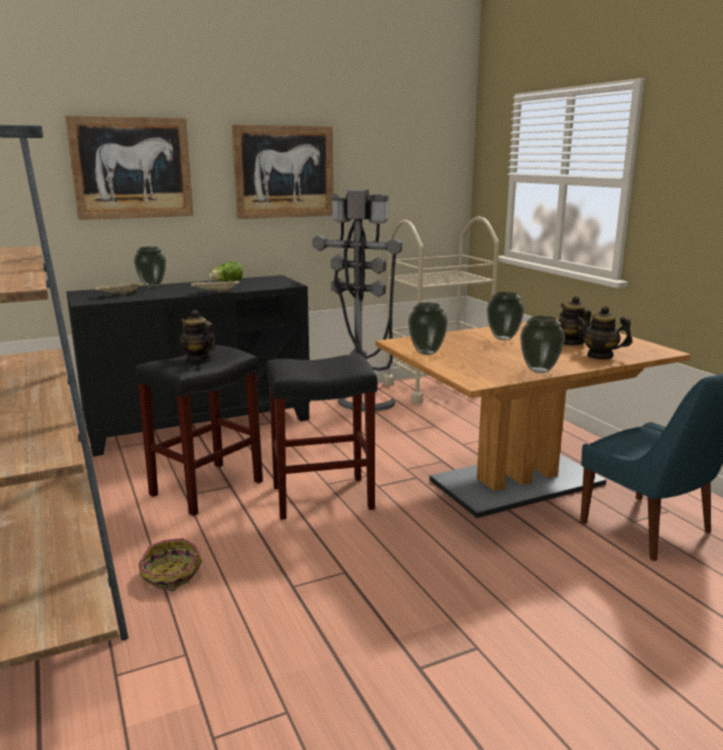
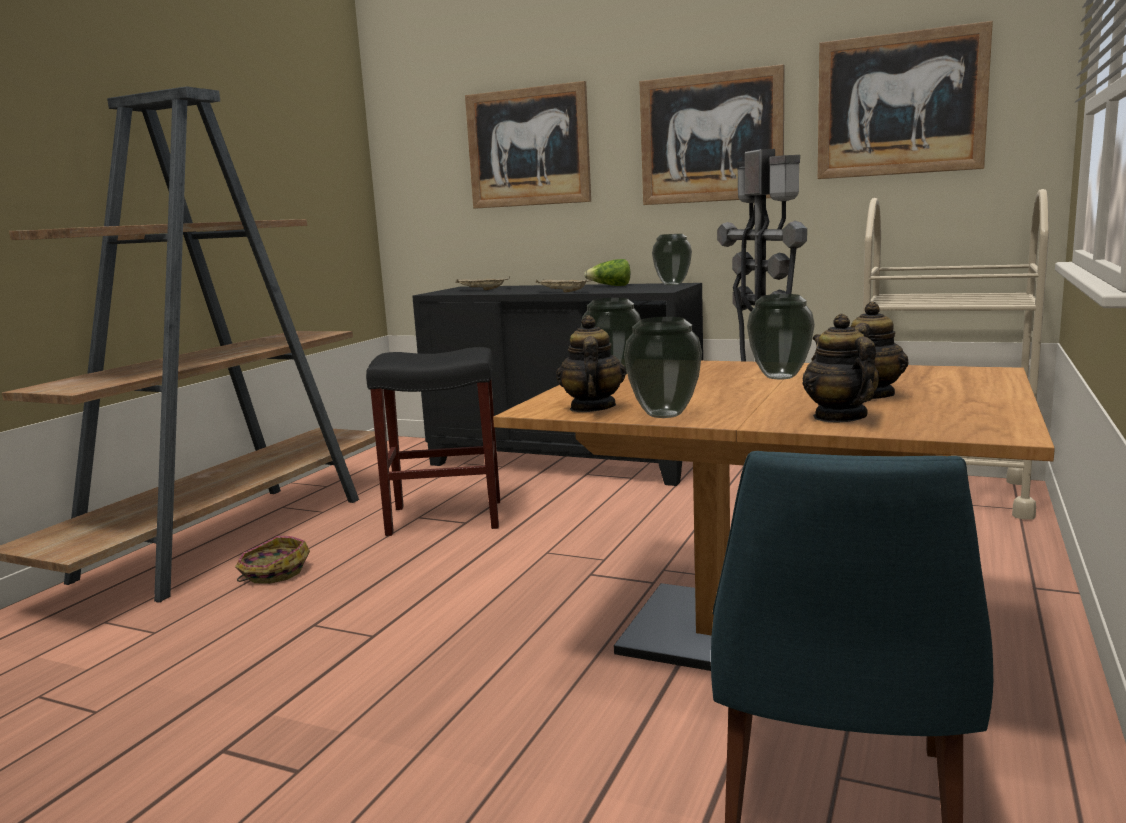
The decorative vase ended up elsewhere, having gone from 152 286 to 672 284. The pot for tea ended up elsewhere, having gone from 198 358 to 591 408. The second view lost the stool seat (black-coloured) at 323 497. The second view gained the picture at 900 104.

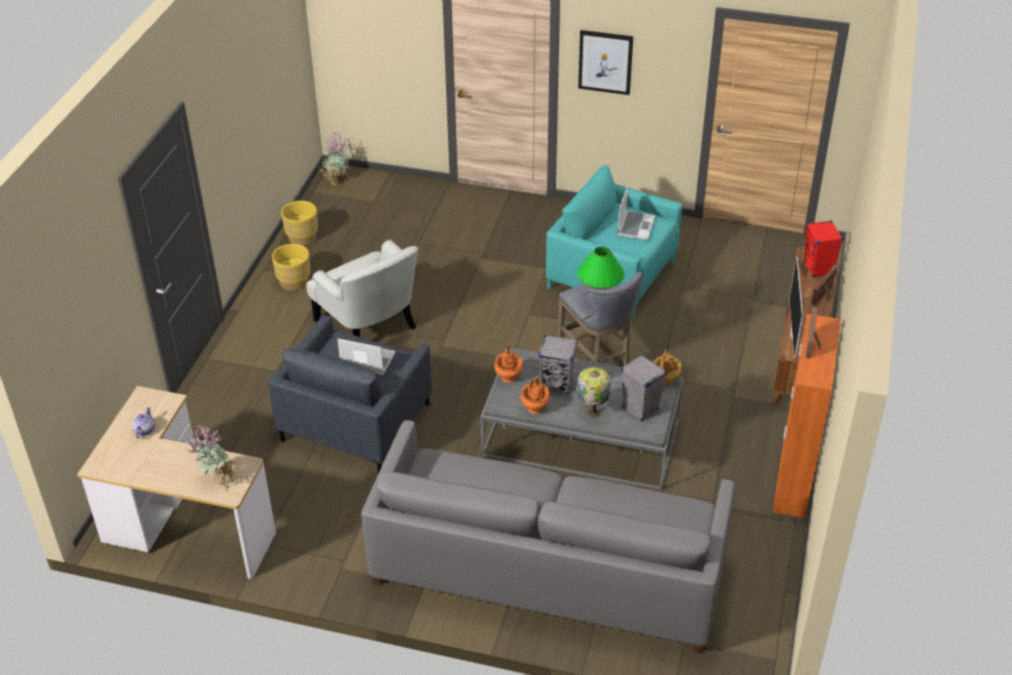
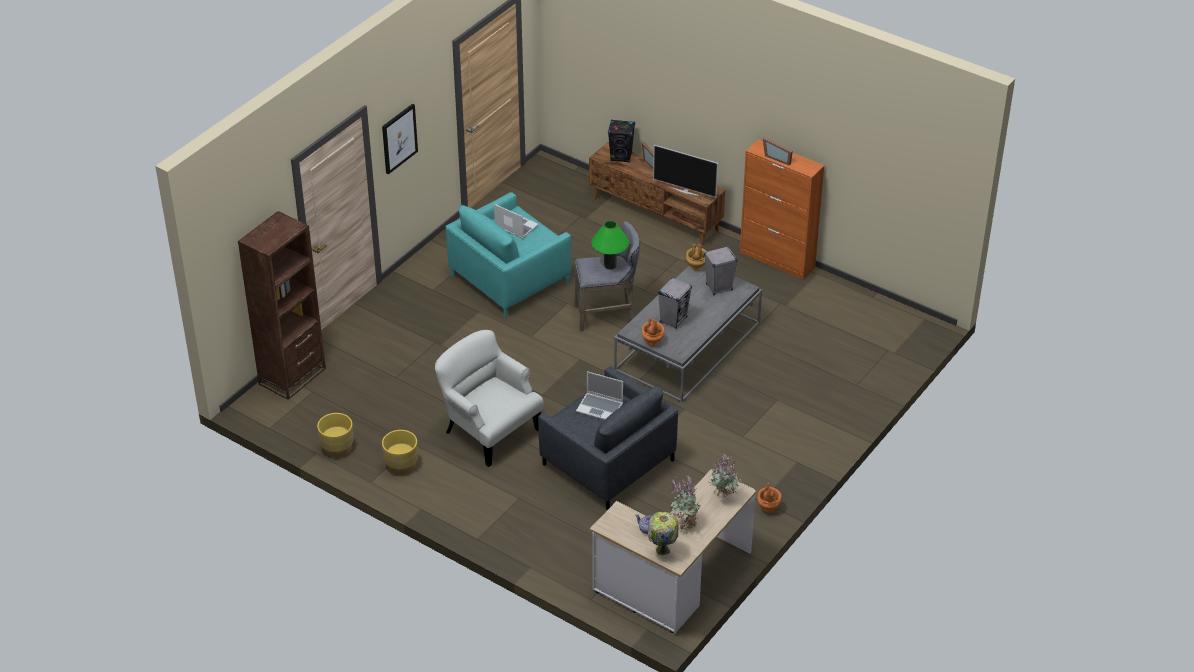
The plant in a pot ended up elsewhere, having gone from 336 181 to 684 523. What was the audio speaker (reddish) at 818 269 turned into the audio speaker (black-coloured) at 621 157. The lounge chair (white) at 369 324 ended up facing another way, 120 degrees counterclockwise from before. The laptop at 367 361 ended up facing another way, 105 degrees counterclockwise from before. The tabletop lamp ended up elsewhere, having gone from 593 412 to 662 551. The decorative vase (orange-coloured) ended up elsewhere, having gone from 535 408 to 768 508. The second view lost the couch (gray) at 547 569. The second view gained the bookcase (brownish) at 292 376.

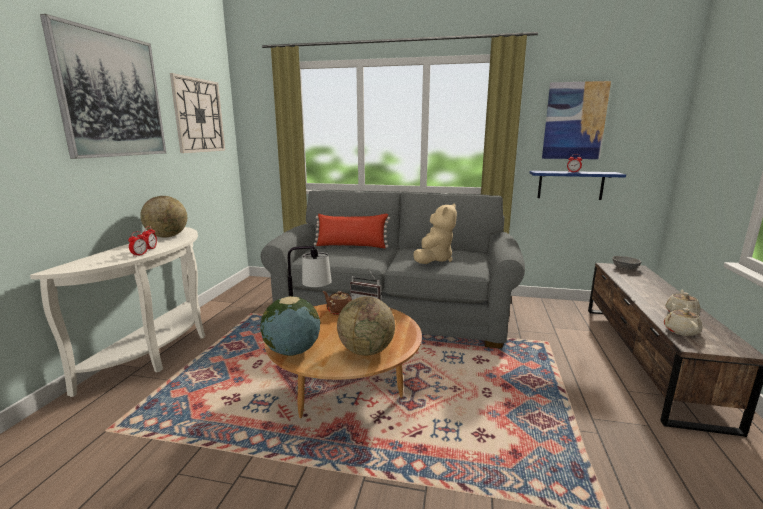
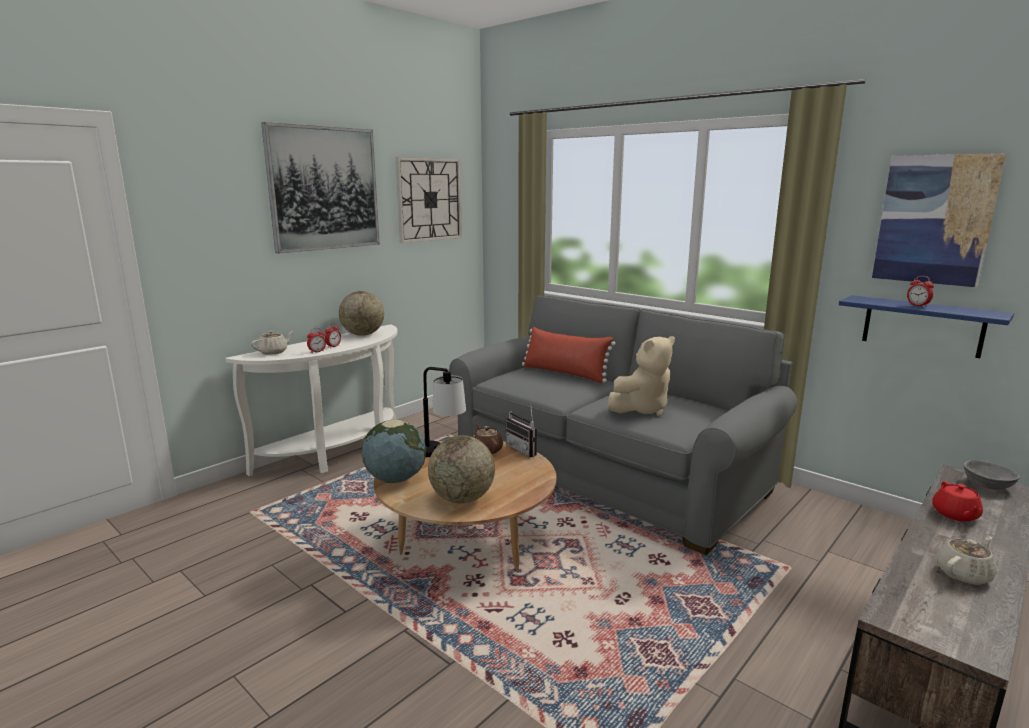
The pot for tea (beige) ended up elsewhere, having gone from 680 330 to 274 352. The second view gained the pot for tea (reddish) at 955 515.

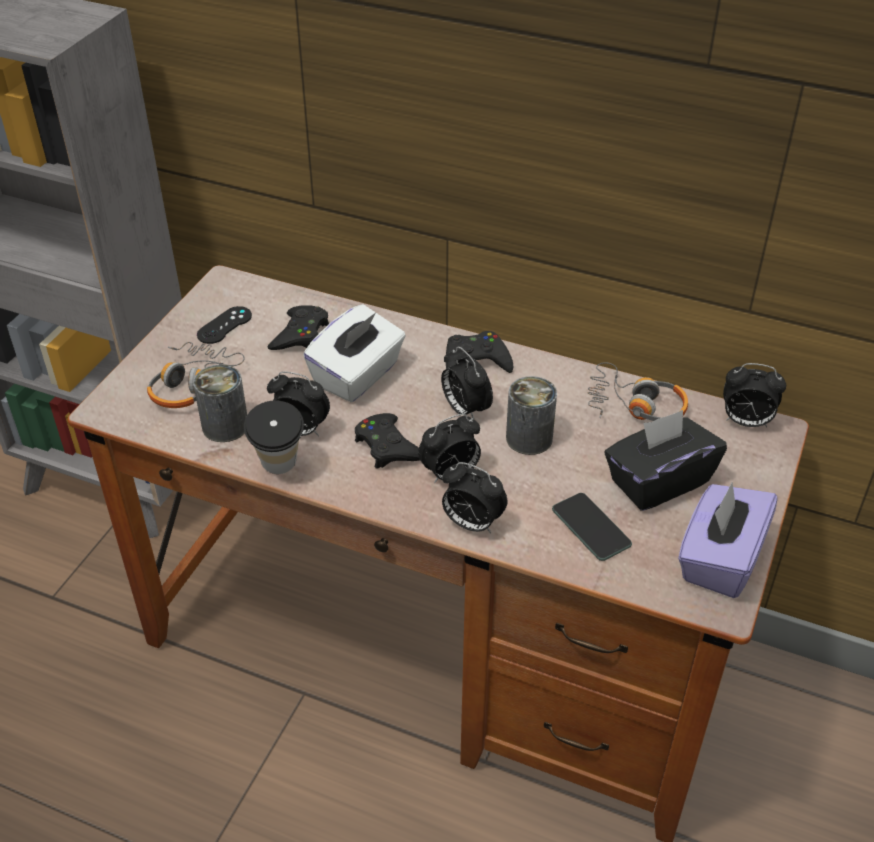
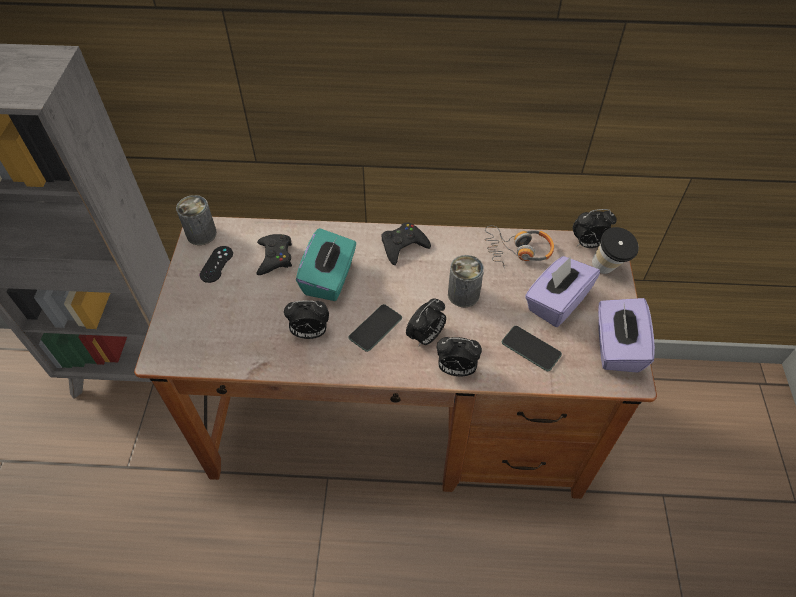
What was the tissue box (white) at 357 376 turned into the tissue box (blue-green) at 329 279. The second view lost the pair of headphones at 191 383. The second view lost the table clock at 464 409. The can ended up elsewhere, having gone from 225 426 to 201 234. The small cup ended up elsewhere, having gone from 280 471 to 607 271. What was the tissue box (black-coloured) at 658 481 turned into the tissue box (purplish) at 556 302. Where the gamepad (black-coloured) stood at 388 447, the telephone came to stand at 375 328.

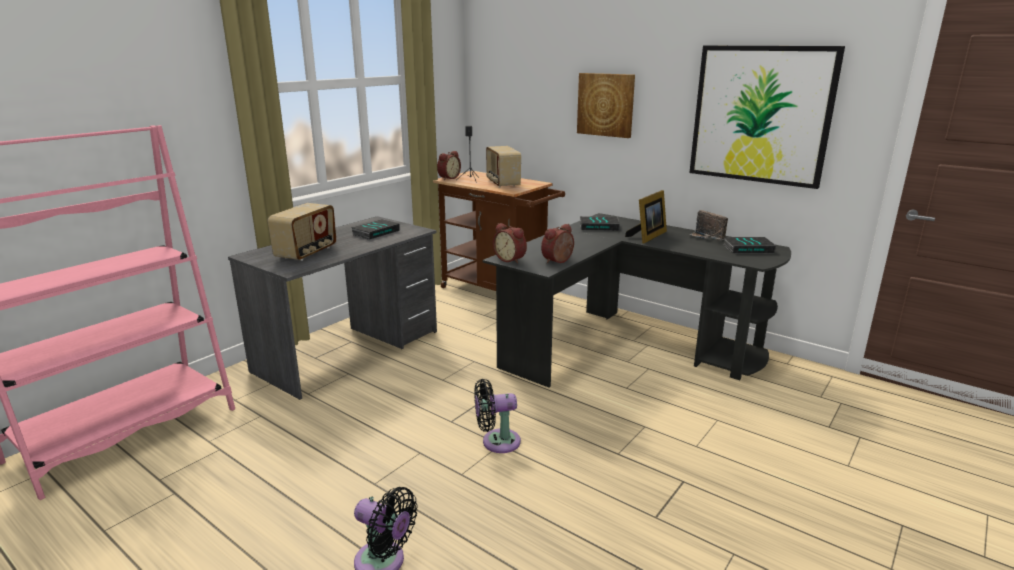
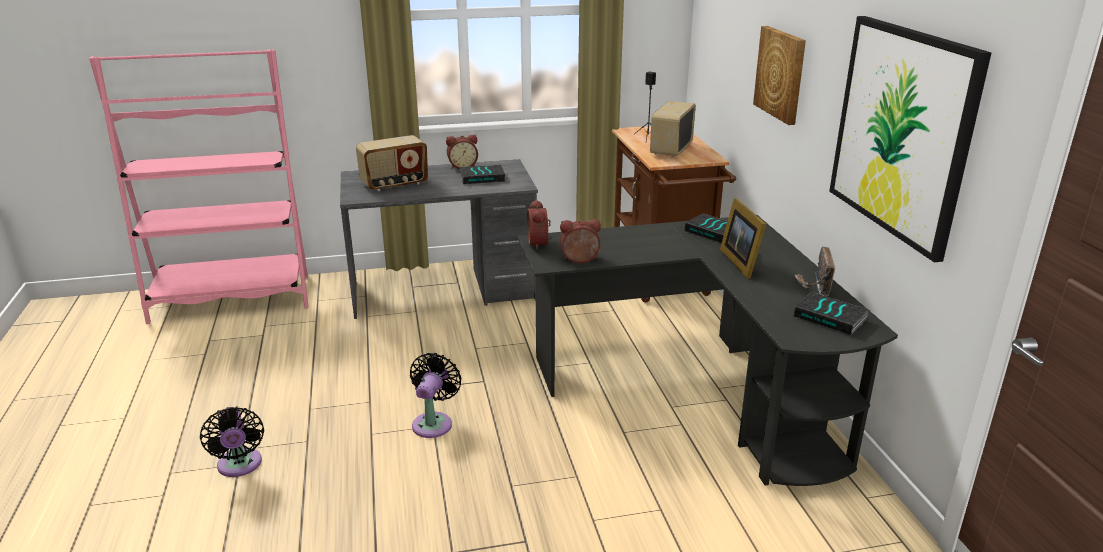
The table clock ended up elsewhere, having gone from 448 178 to 462 166. The standing frame at 647 236 ended up facing another way, 90 degrees clockwise from before. The fan (black-coloured) at 497 442 ended up facing another way, 75 degrees clockwise from before.

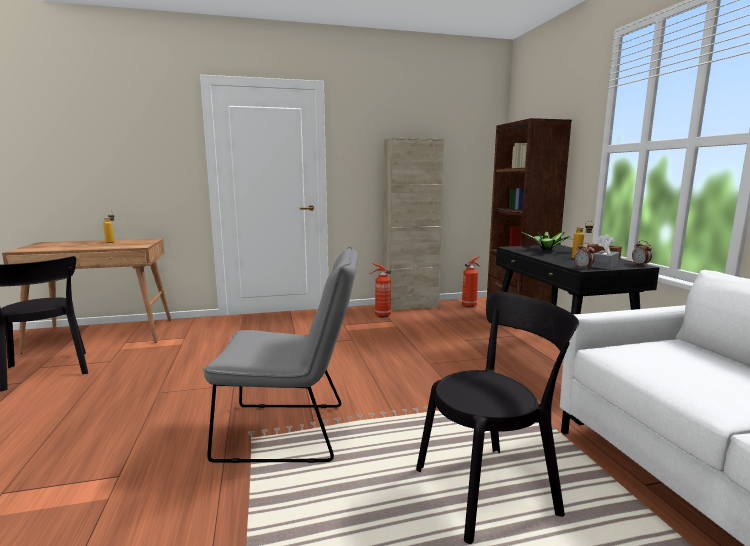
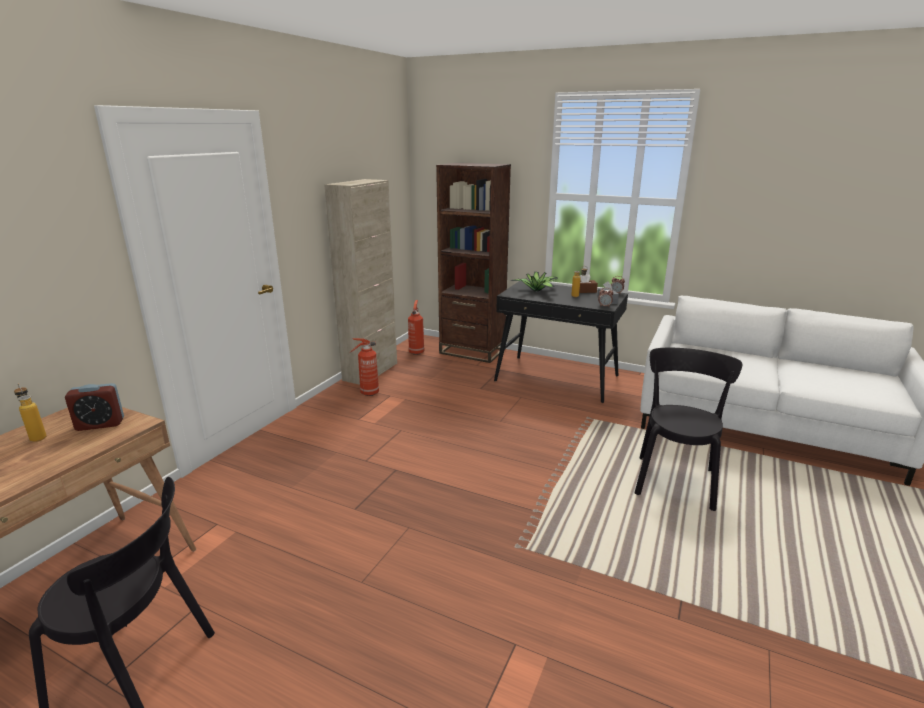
The second view lost the plain chair (gray) at 292 432. The second view gained the table clock at 100 424.

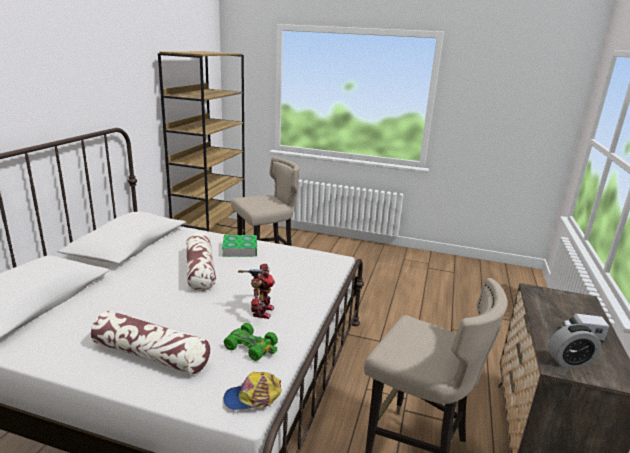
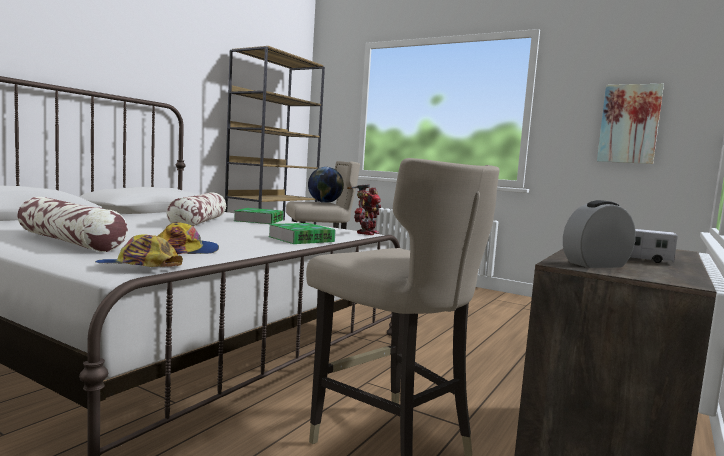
The toy robot ended up elsewhere, having gone from 261 311 to 366 233. Where the toy car (green-coloured) stood at 252 347, the baseball cap came to stand at 186 250. The table clock at 569 361 ended up facing another way, 150 degrees clockwise from before. The second view gained the picture at 629 124. The second view gained the globe at 324 202. The second view gained the volume at 301 239.

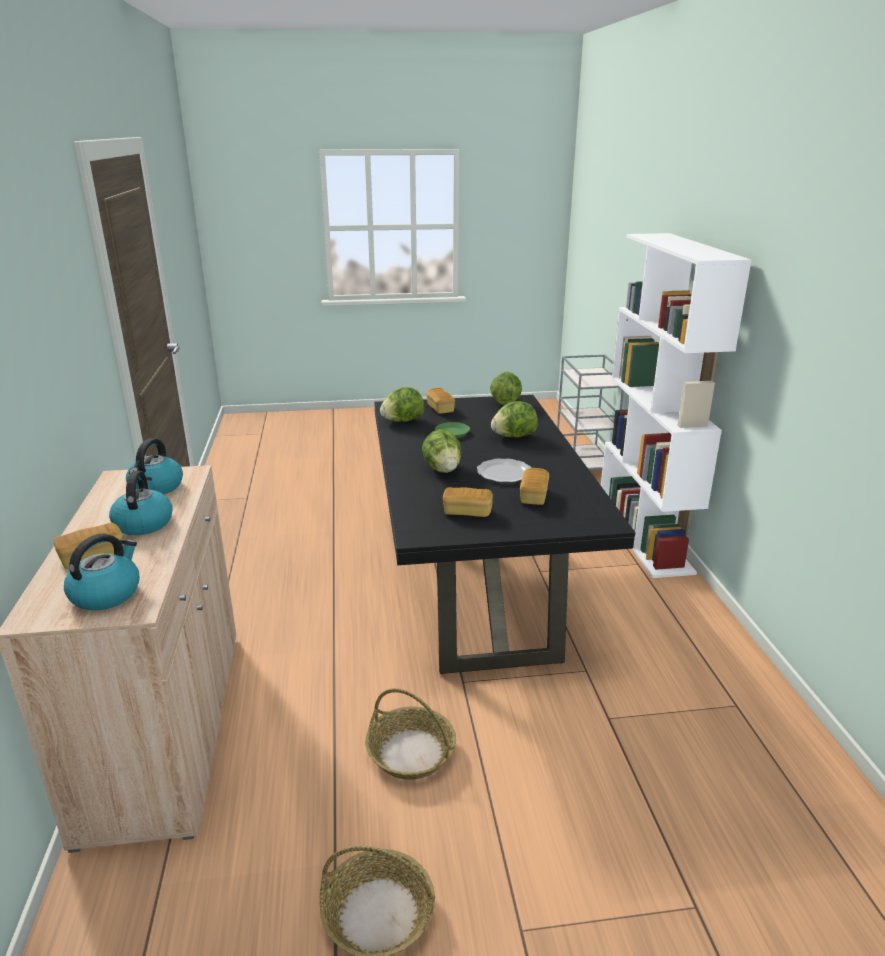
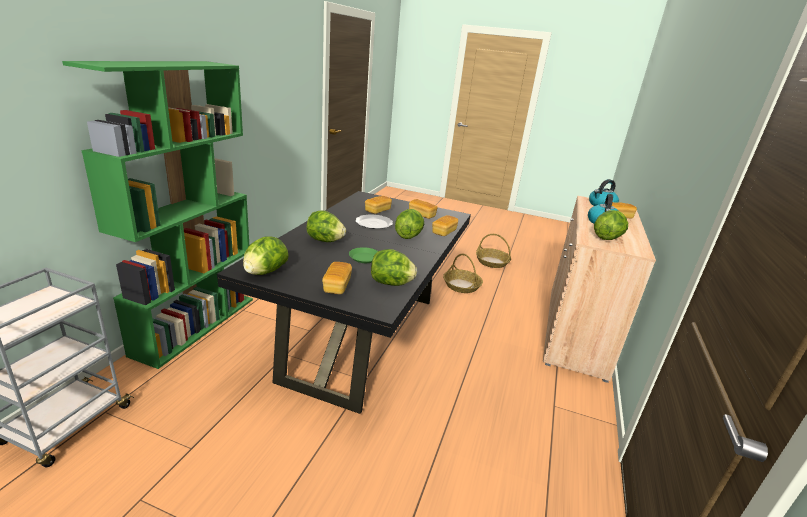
What was the bookcase (white) at 644 535 turned into the bookcase (green-coloured) at 196 324. Where the tea kettle stood at 156 487, the head of lettuce came to stand at 607 238. The second view gained the bakery bread at 444 232.

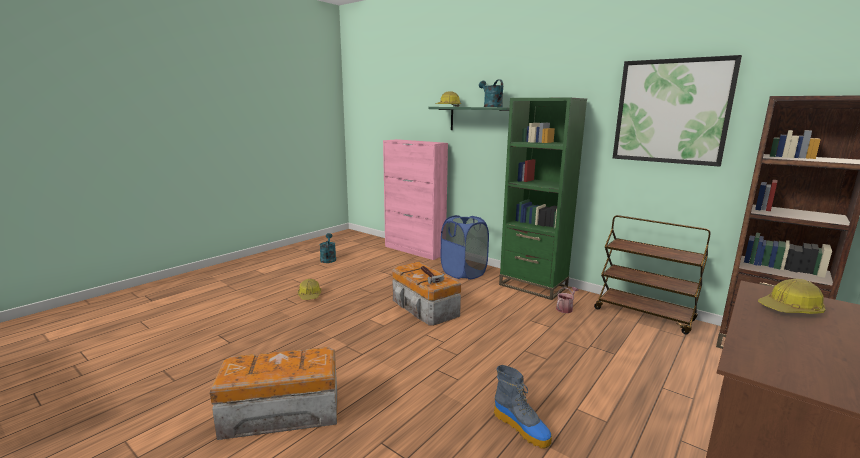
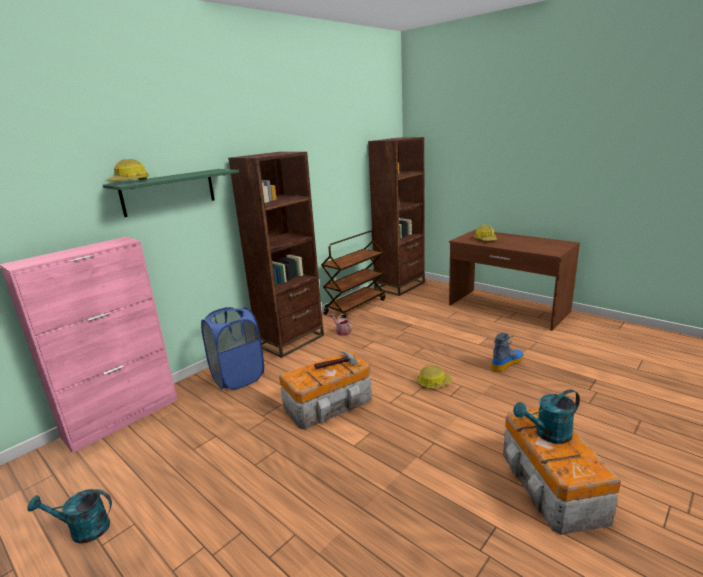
The second view lost the picture at 671 111. The sprinkling can (blue-green) ended up elsewhere, having gone from 490 107 to 548 435. What was the bookcase (green-coloured) at 533 286 turned into the bookcase (brownish) at 290 340. The work helmet ended up elsewhere, having gone from 310 295 to 433 383.

